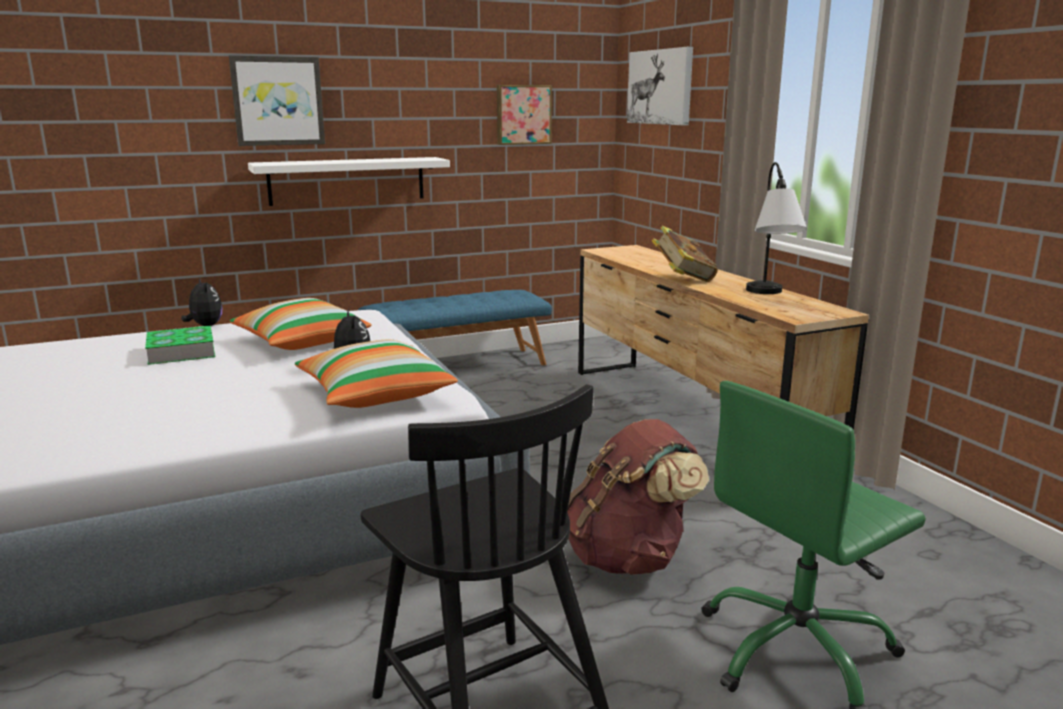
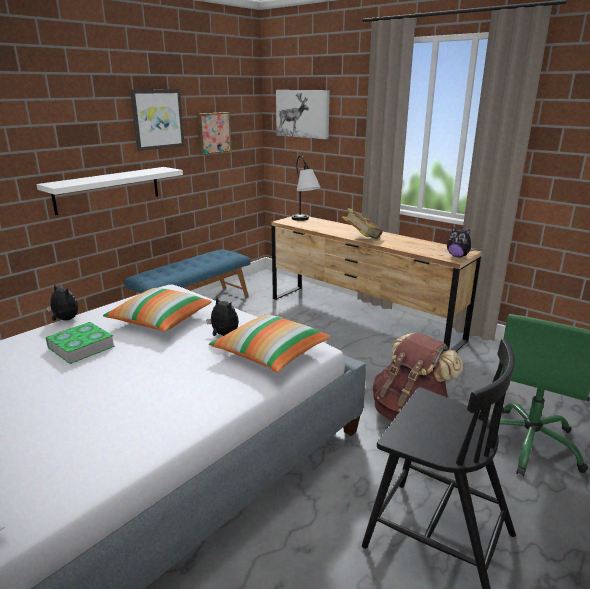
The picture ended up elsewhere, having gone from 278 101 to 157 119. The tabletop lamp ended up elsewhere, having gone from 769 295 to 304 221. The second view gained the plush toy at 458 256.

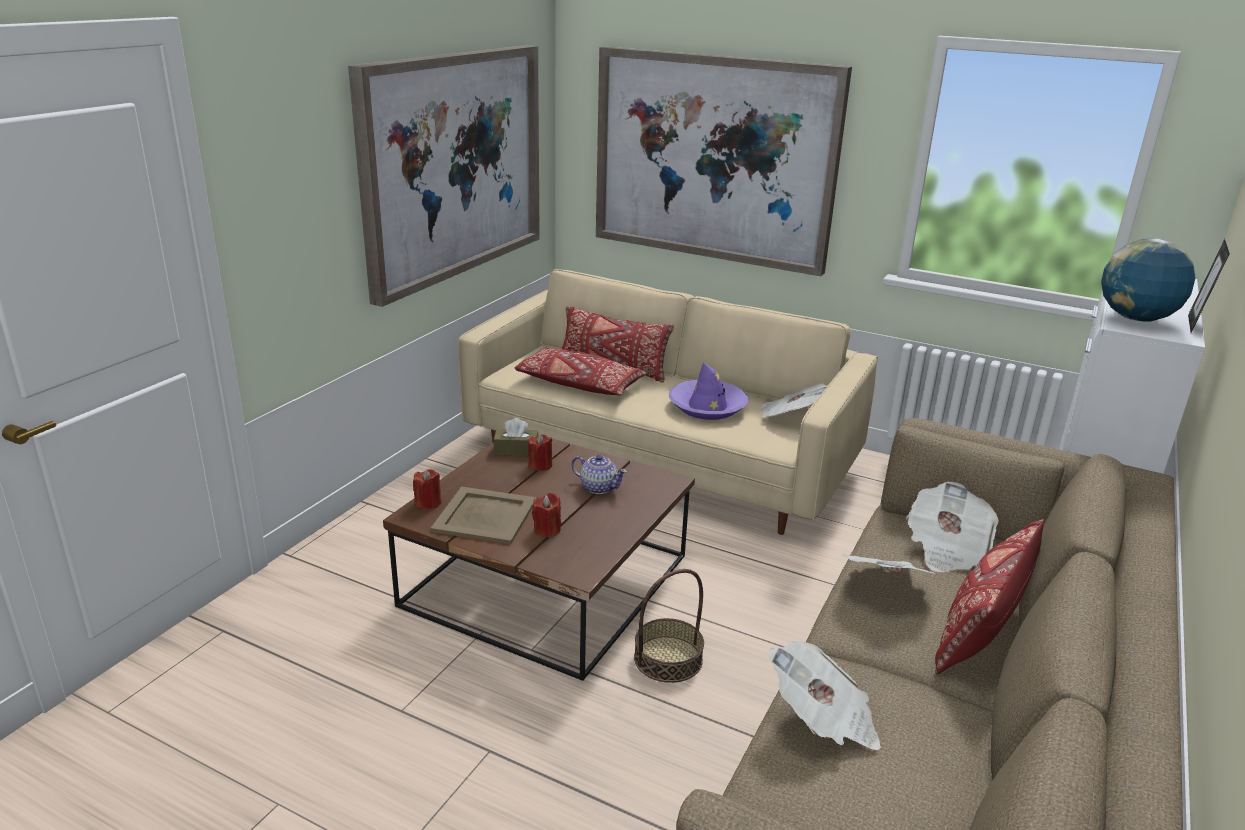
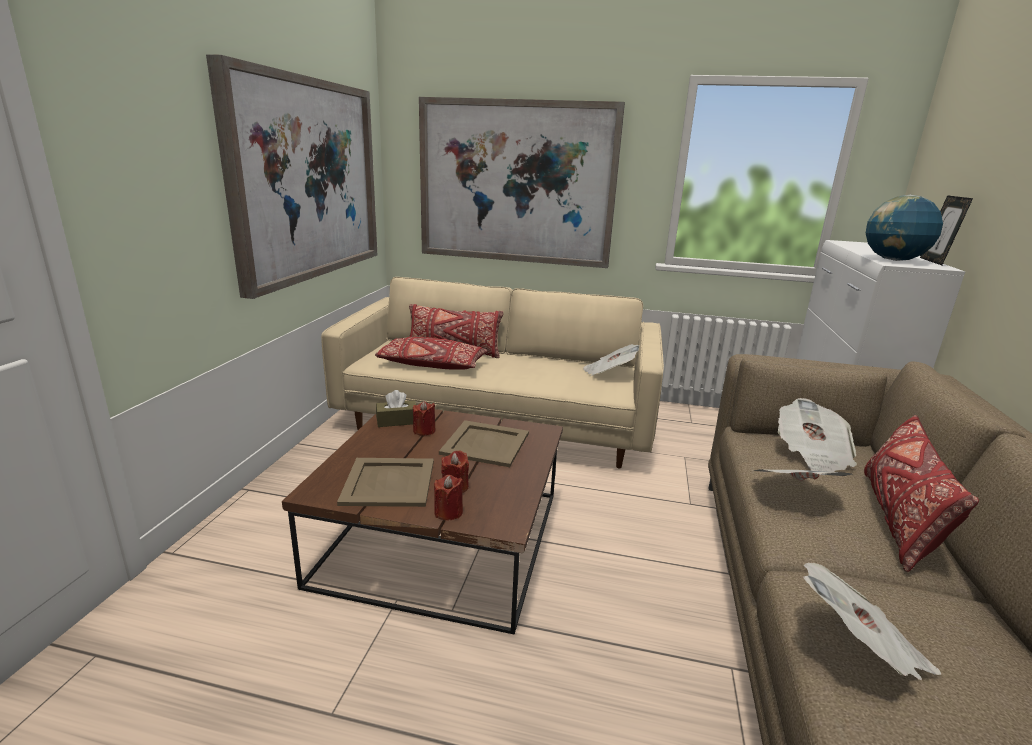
The second view lost the clothing hat (purplish) at 707 407. Where the pot for tea stood at 598 487, the carrying tray (beige) came to stand at 485 443. The wax candle (reddish) ended up elsewhere, having gone from 428 503 to 448 512. The second view lost the household basket at 668 659.

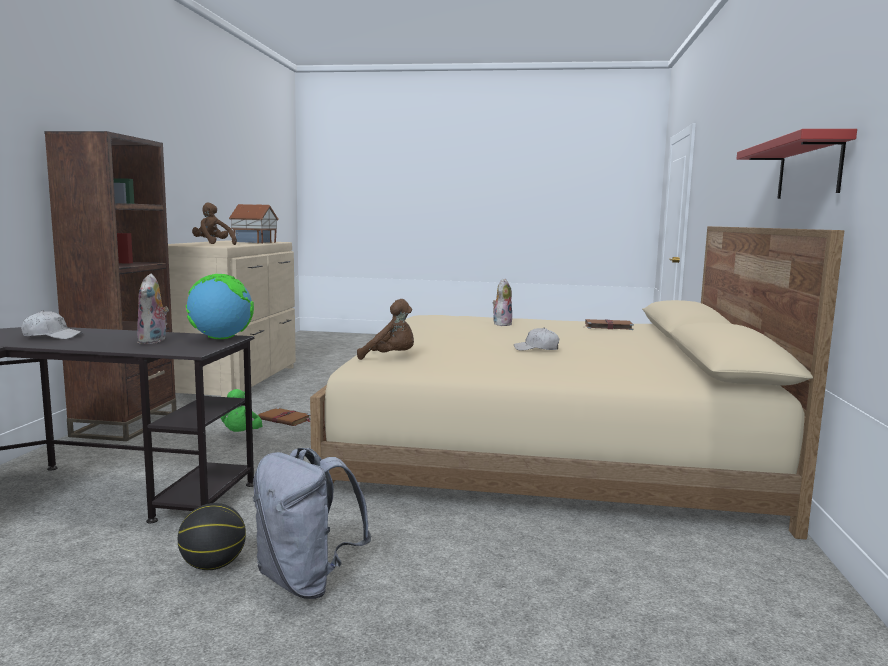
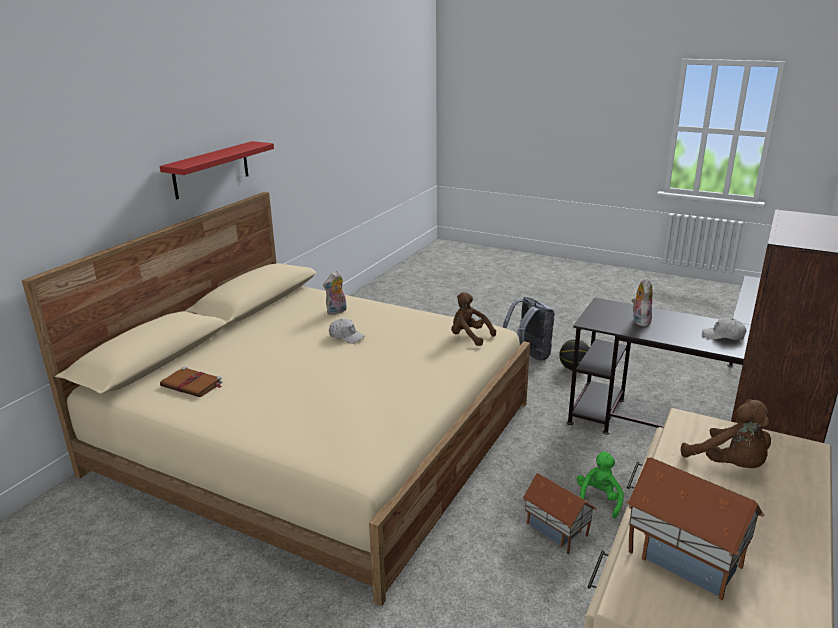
The second view lost the globe at 221 338. The plush toy ended up elsewhere, having gone from 501 324 to 337 312. Where the volume (brownish) stood at 285 419, the miniature house came to stand at 556 531.

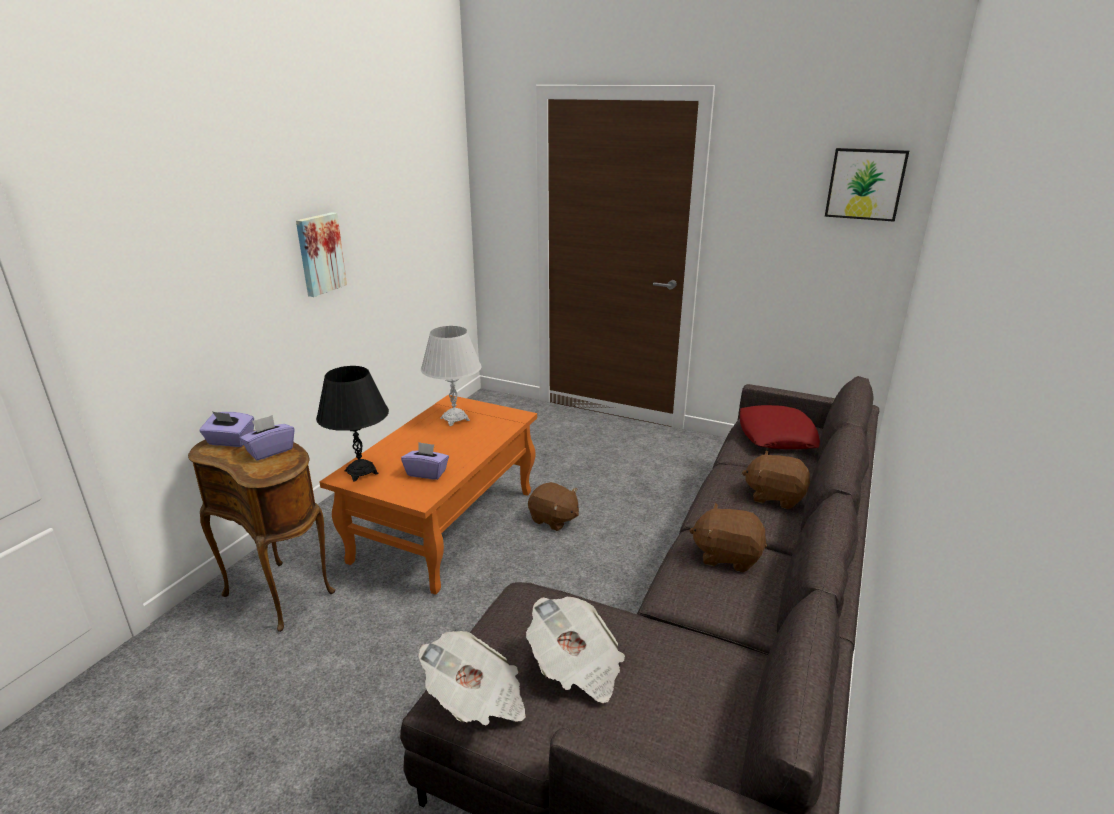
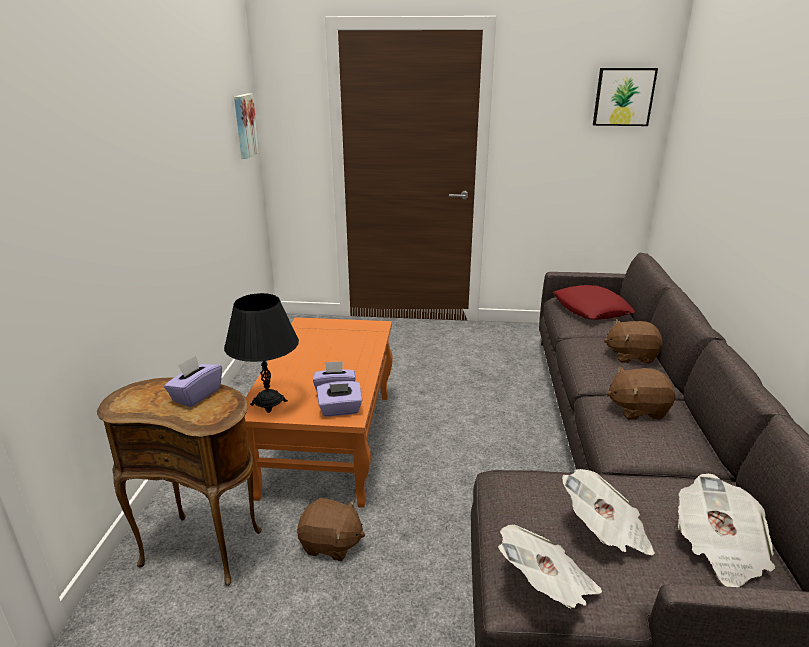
The picture ended up elsewhere, having gone from 319 254 to 244 125. The second view lost the tabletop lamp (white) at 454 419. The tissue box (purplish) ended up elsewhere, having gone from 230 441 to 340 410. The plush toy (brownish) ended up elsewhere, having gone from 553 519 to 331 544. The second view gained the newspaper at 719 549.

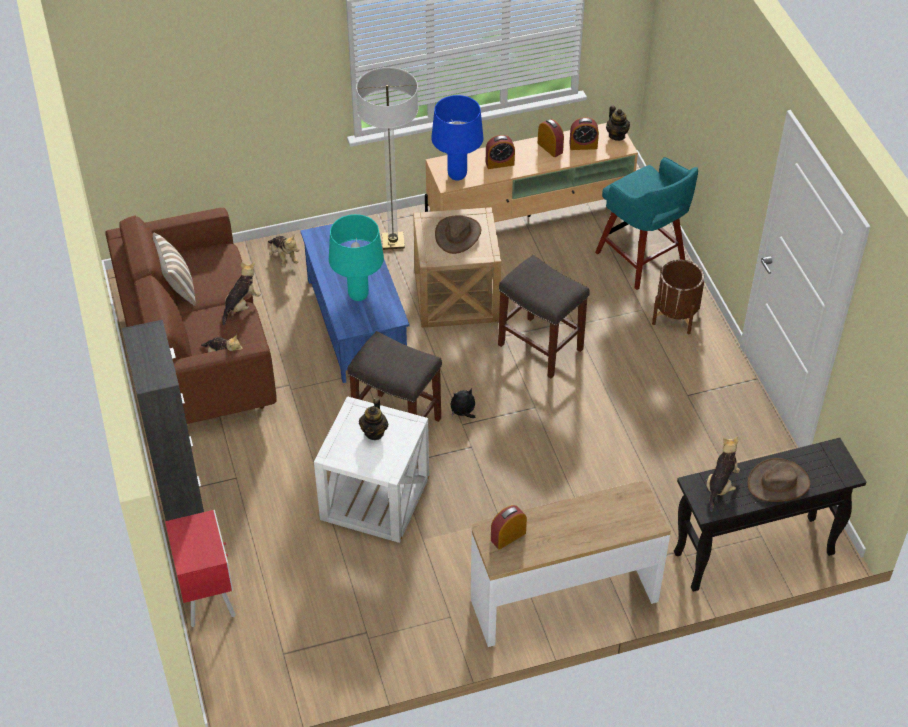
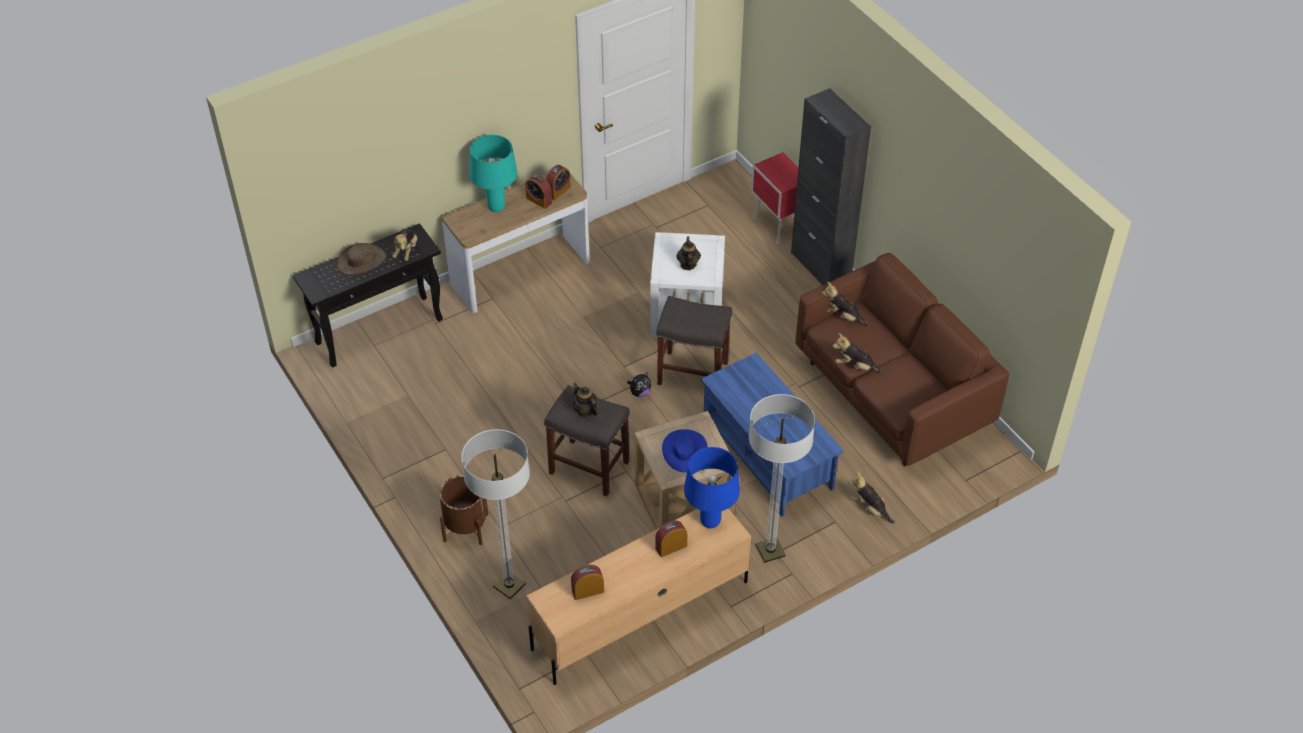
The pot for tea ended up elsewhere, having gone from 617 135 to 585 410. The table clock ended up elsewhere, having gone from 550 148 to 539 200. Where the stool seat (blue-green) stood at 642 259, the standing lamp came to stand at 509 585. The tabletop lamp (blue-green) ended up elsewhere, having gone from 358 295 to 497 207. What was the clothing hat (brownish) at 457 235 turned into the clothing hat (blue-coloured) at 684 451. The second view lost the cushion at 177 289. The plush toy at 241 305 ended up facing another way, 90 degrees clockwise from before.

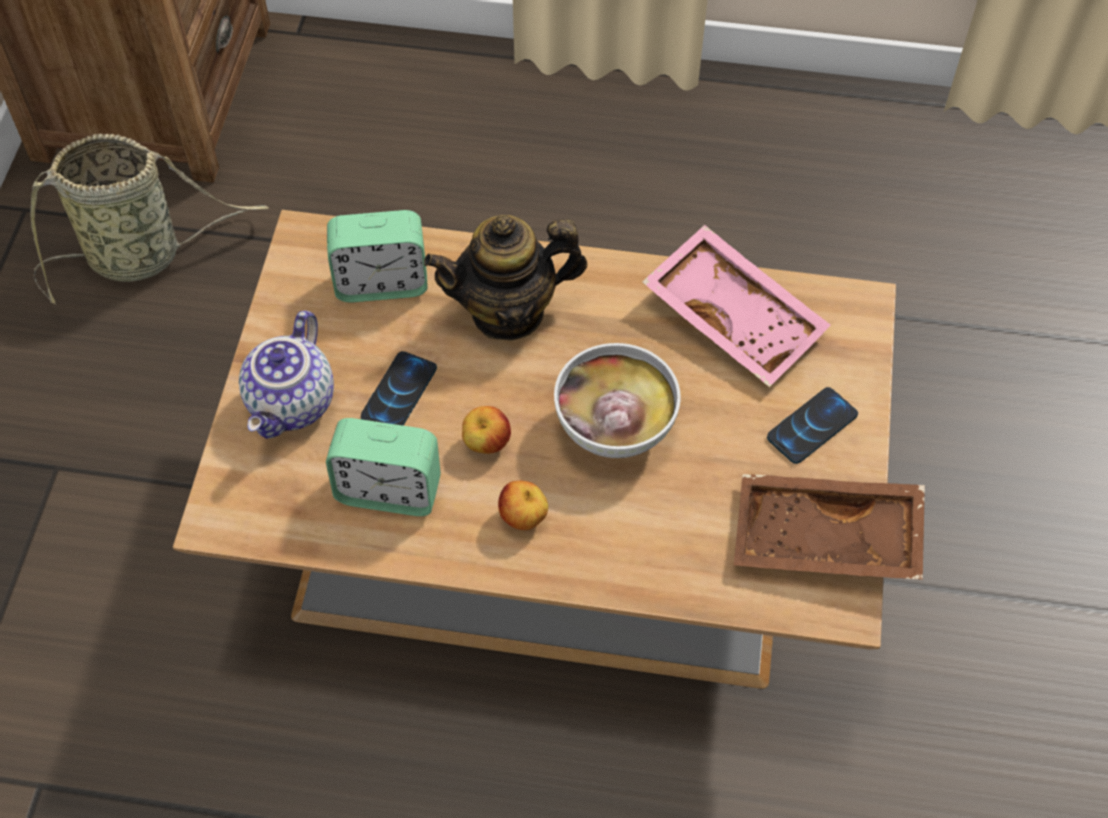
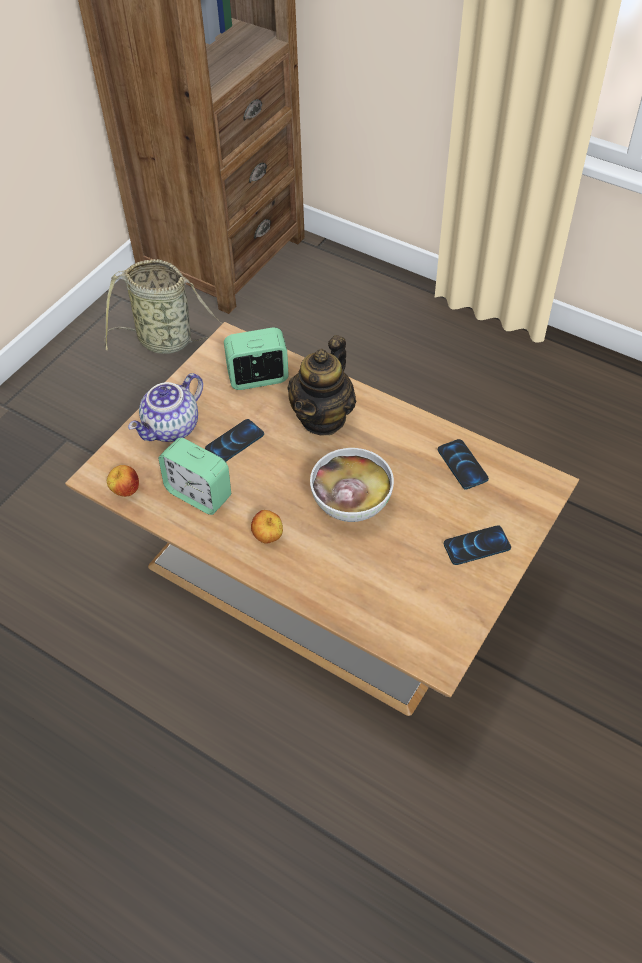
The table clock at 381 283 ended up facing another way, 150 degrees clockwise from before. The pot for tea at 508 312 ended up facing another way, 75 degrees counterclockwise from before. Where the carrying tray (pink) stood at 735 316, the telephone came to stand at 462 465. The apple ended up elsewhere, having gone from 486 443 to 125 490. The second view lost the carrying tray (brownish) at 825 542.

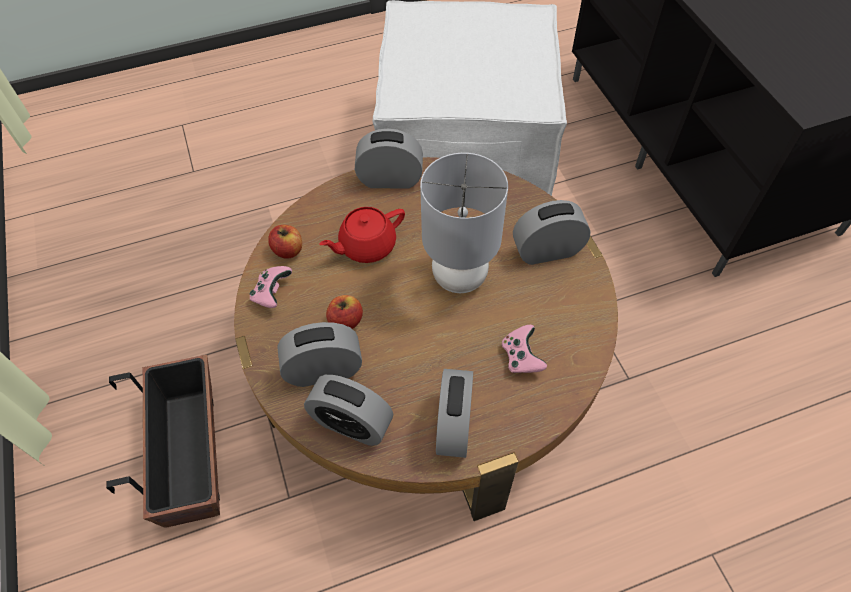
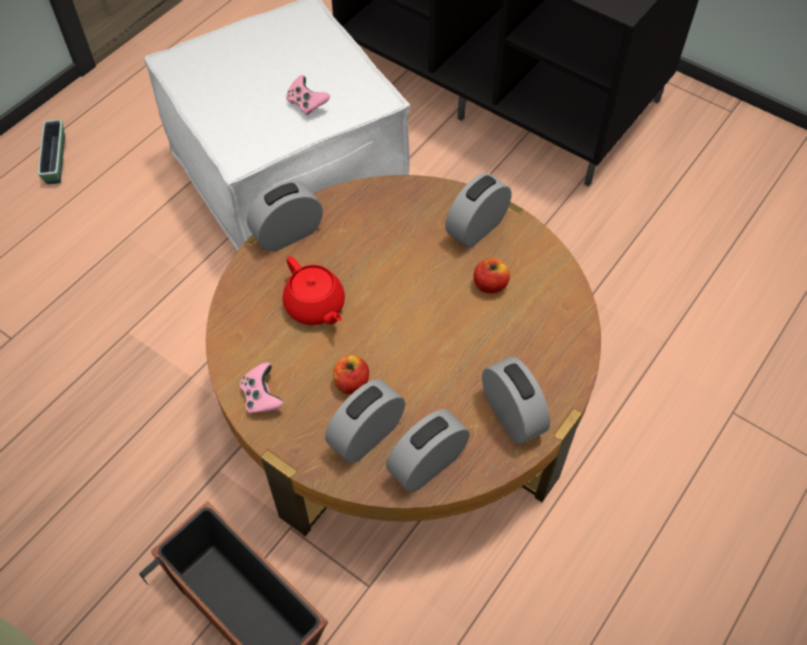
The second view lost the tabletop lamp (gray) at 460 277. The pot for tea (reddish) at 366 246 ended up facing another way, 60 degrees counterclockwise from before. The apple ended up elsewhere, having gone from 288 250 to 490 284. The gamepad (pink) ended up elsewhere, having gone from 521 357 to 306 104. The table clock at 352 423 ended up facing another way, 150 degrees clockwise from before. The second view gained the flower pot at 56 159.

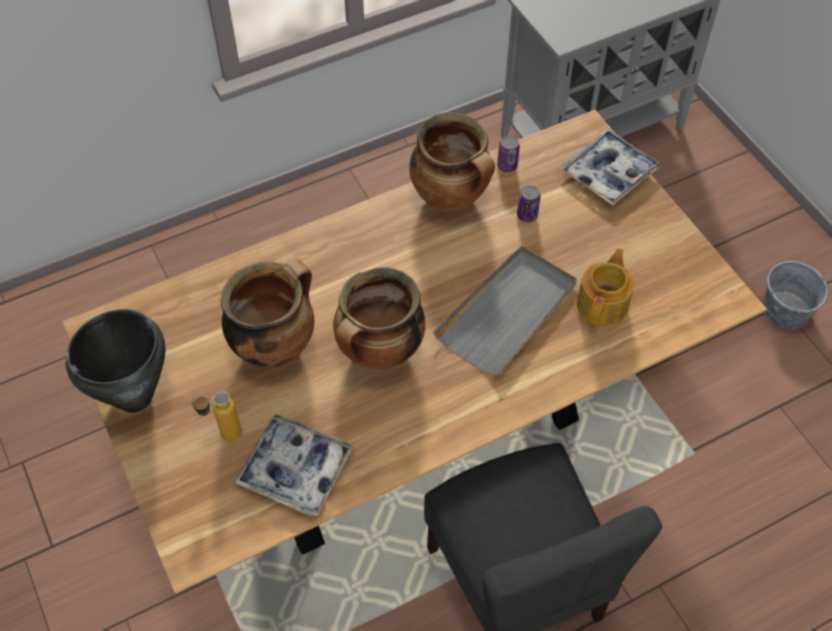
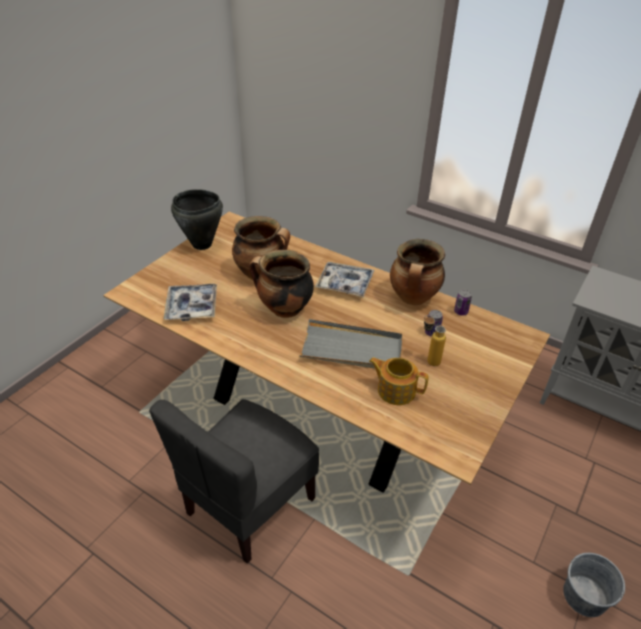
The carrying tray ended up elsewhere, having gone from 608 173 to 344 284. The pot for tea at 603 304 ended up facing another way, 150 degrees counterclockwise from before. The drink bottle ended up elsewhere, having gone from 223 436 to 428 359.

